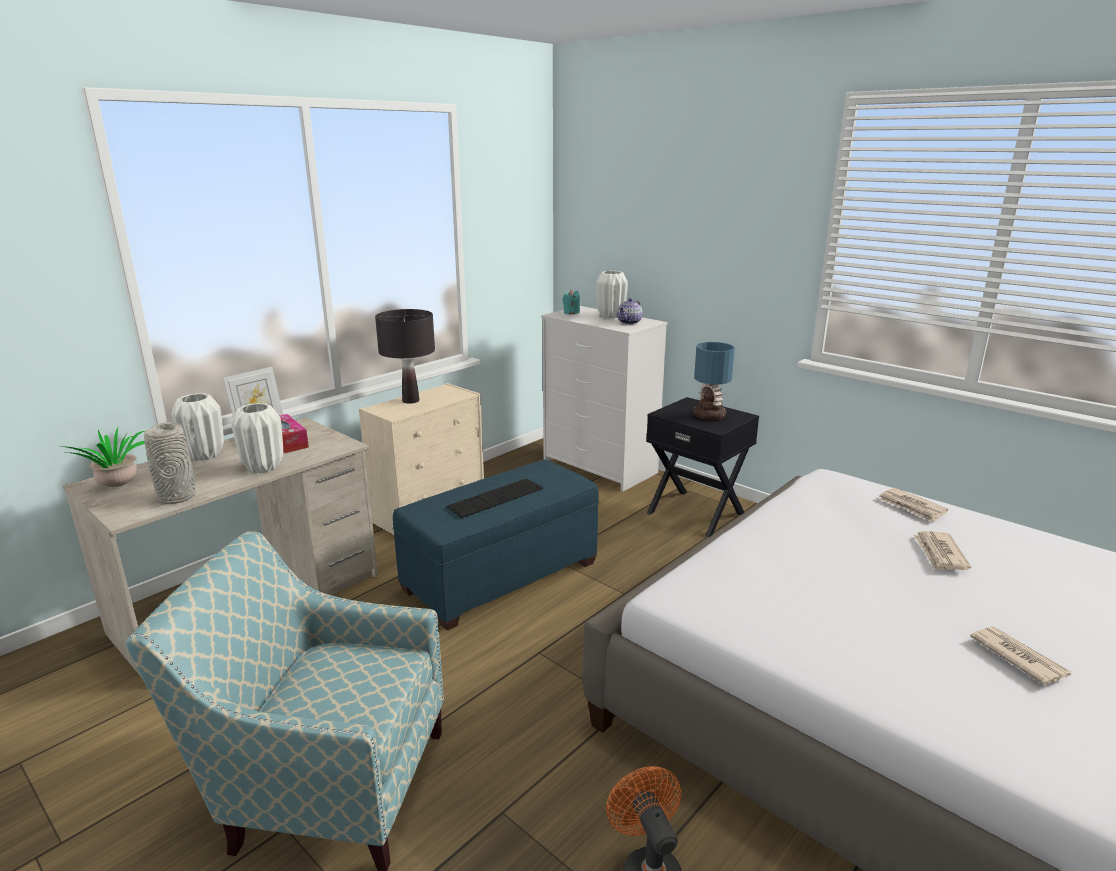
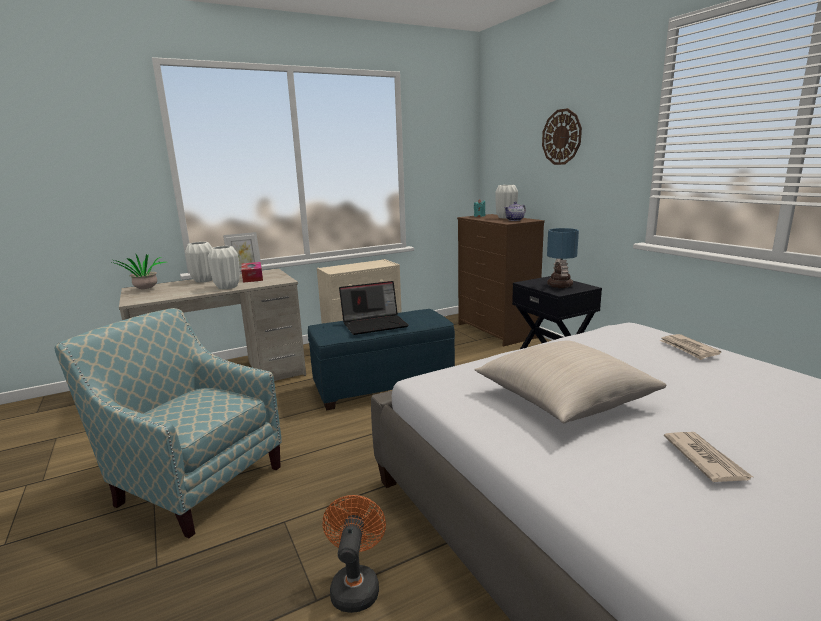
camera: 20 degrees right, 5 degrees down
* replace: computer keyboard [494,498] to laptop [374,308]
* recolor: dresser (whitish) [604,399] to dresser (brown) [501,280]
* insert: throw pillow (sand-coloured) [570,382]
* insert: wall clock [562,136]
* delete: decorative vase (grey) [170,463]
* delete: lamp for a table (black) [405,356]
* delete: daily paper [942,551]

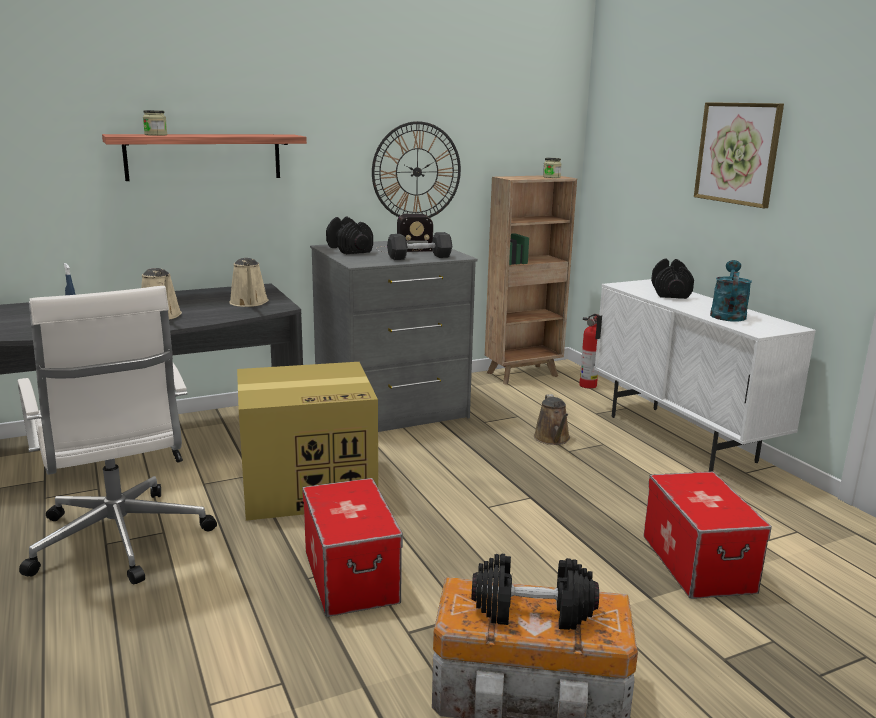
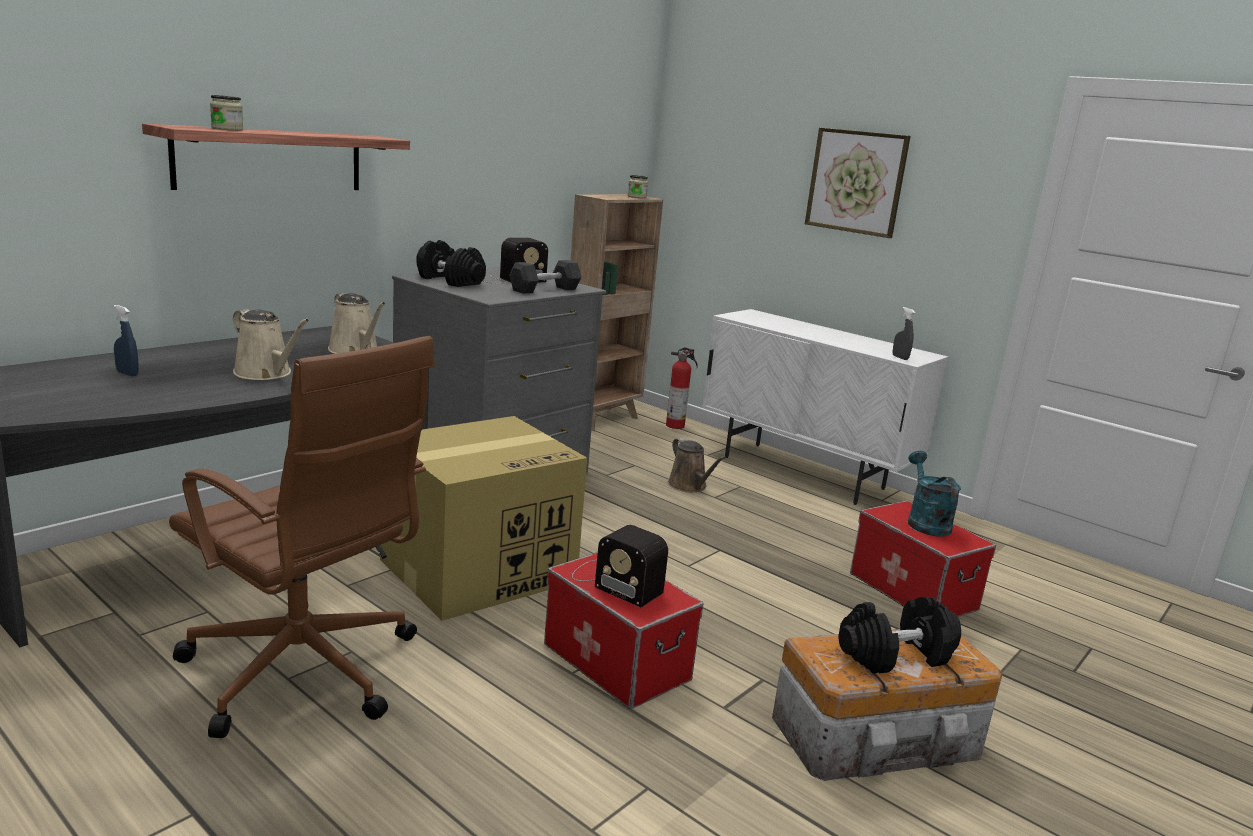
camera: 25 degrees left, 0 degrees up
* recolor: office chair (whitish) [117,435] to office chair (brown) [302,537]
* insert: radio set [620,566]
* insert: sprayer (grey) [903,333]
* move: watering pot (turquoise-coloured) [731,290] to [934,494]
* delete: wall clock [416,169]
* delete: free weight (black) [672,278]

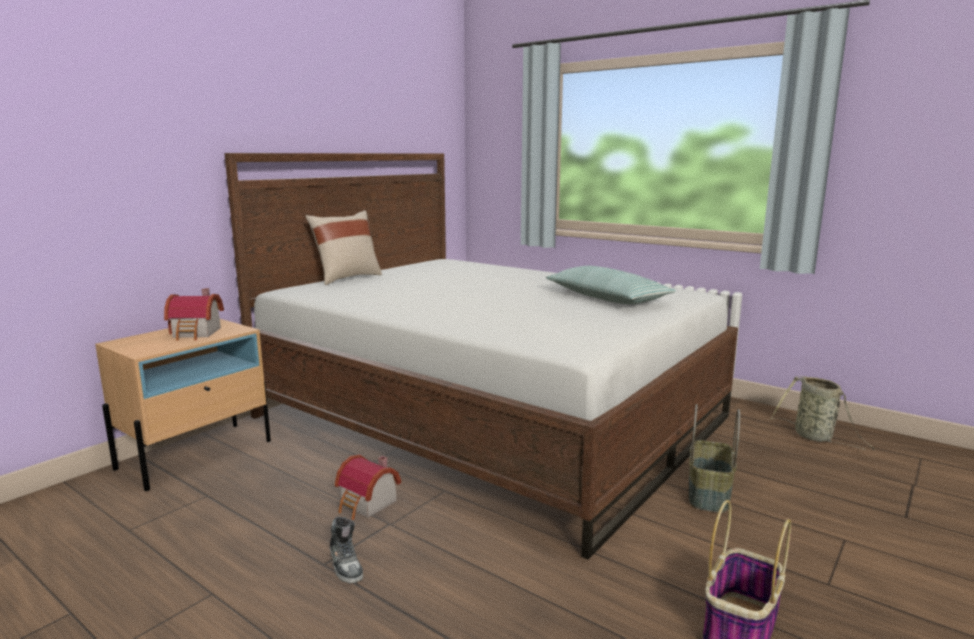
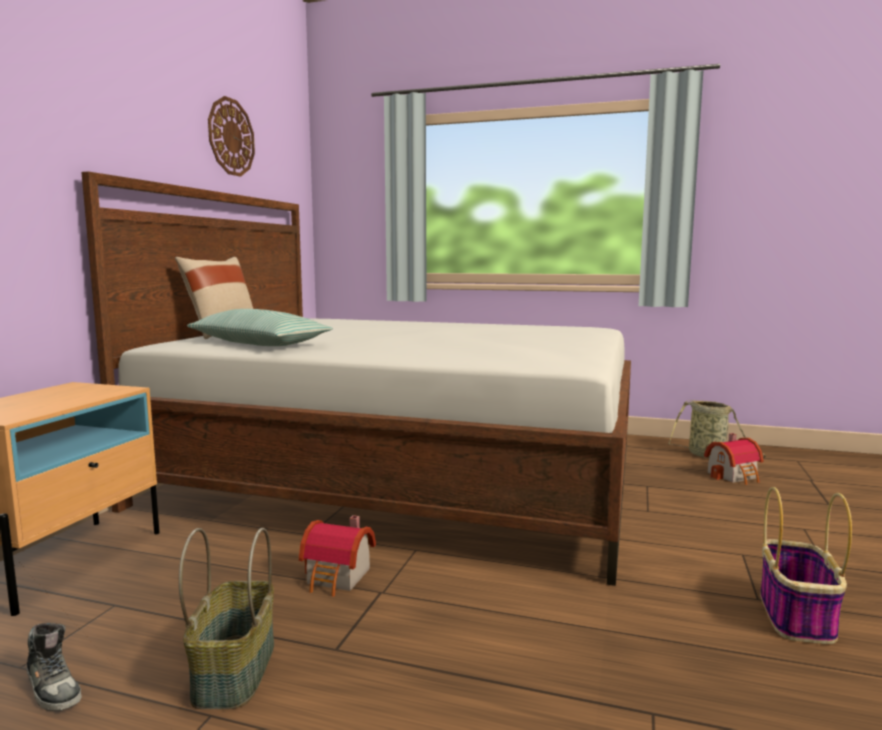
camera: 20 degrees left, 5 degrees down
* move: shoe [346,550] to [54,667]
* move: storage basket [714,458] to [226,618]
* move: throw pillow [611,285] to [260,327]
* insert: wall clock [231,136]
* move: toy house [194,314] to [733,459]

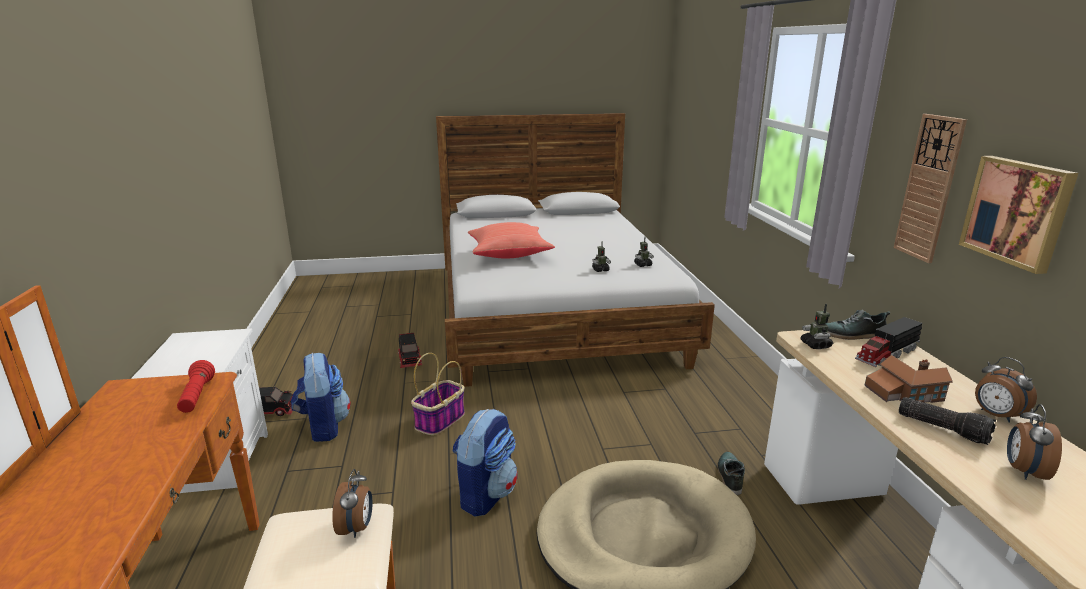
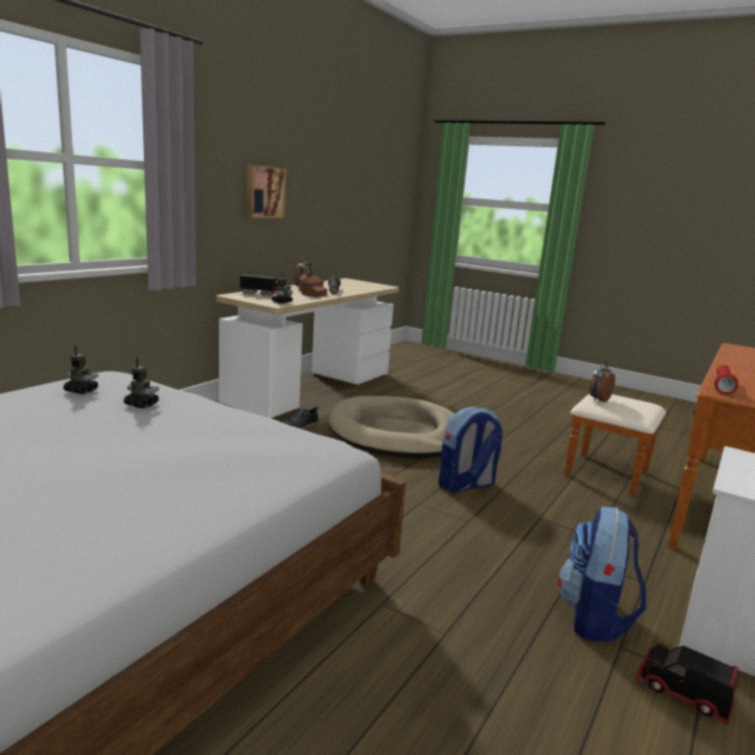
camera: 140 degrees left, 5 degrees down
* delete: toy lorry [410,350]
* delete: storage basket [438,394]
* delete: throw pillow (red-coloured) [511,240]
* delete: shoe [857,325]
* delete: wall clock [930,188]
* delete: alarm clock [1034,442]

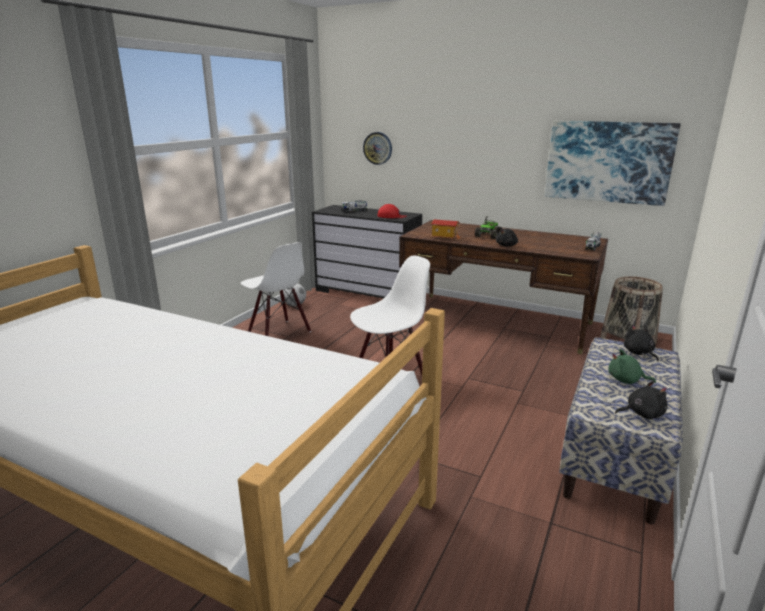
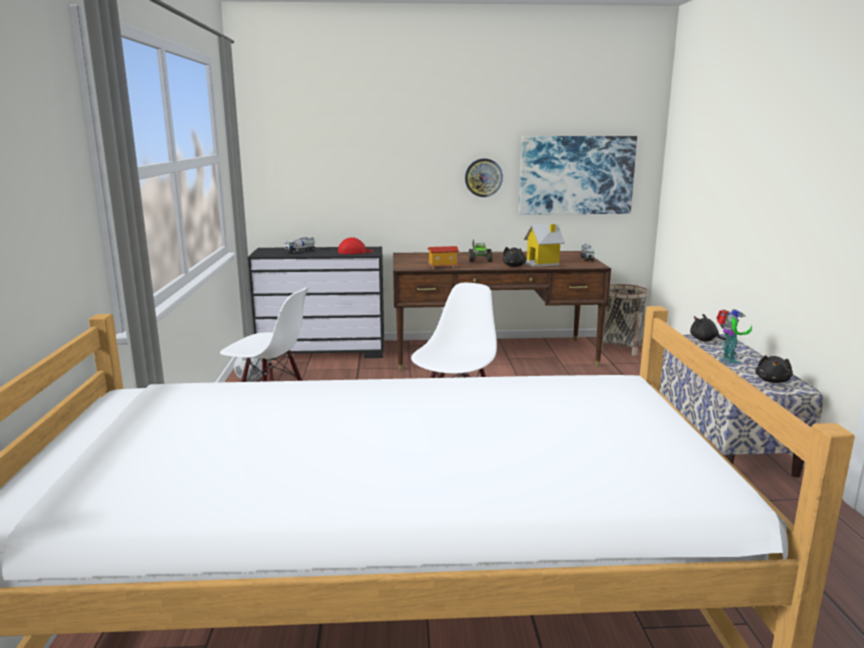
camera: 30 degrees left, 5 degrees down
* move: wall clock [377,148] to [484,178]
* insert: toy house [544,245]
* replace: plush toy (greenish) [632,367] to robot figure [734,337]
* rotate: plush toy (black) [641,400] = [774,369] 150 degrees clockwise

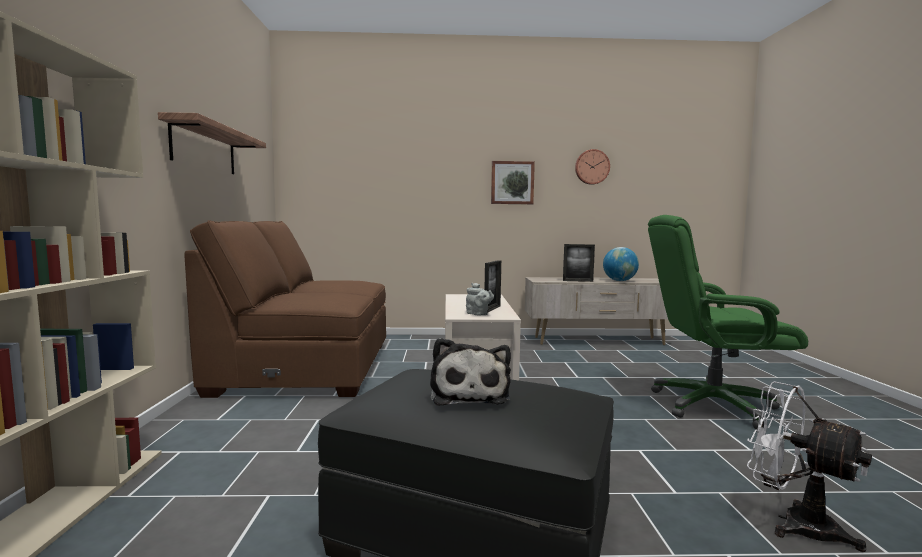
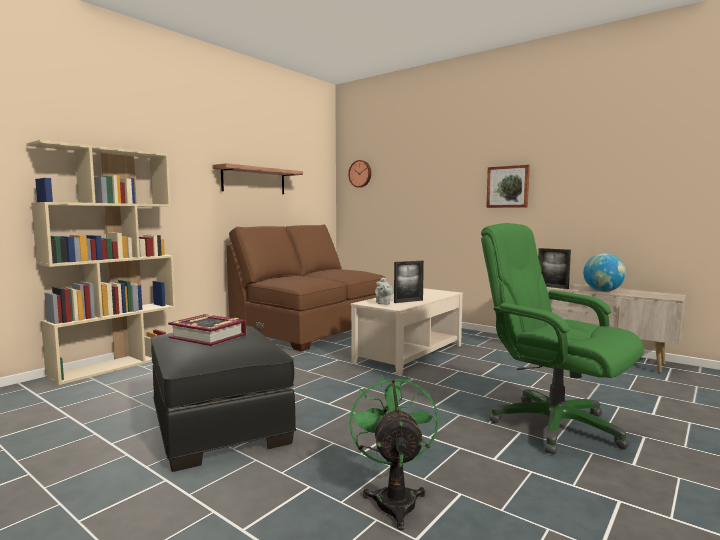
camera: 40 degrees right, 0 degrees up
* replace: plush toy [470,372] to bound book [207,330]
* move: wall clock [592,167] to [359,174]
* recolor: electric fan (whitish) [809,466] to electric fan (greenish) [394,452]

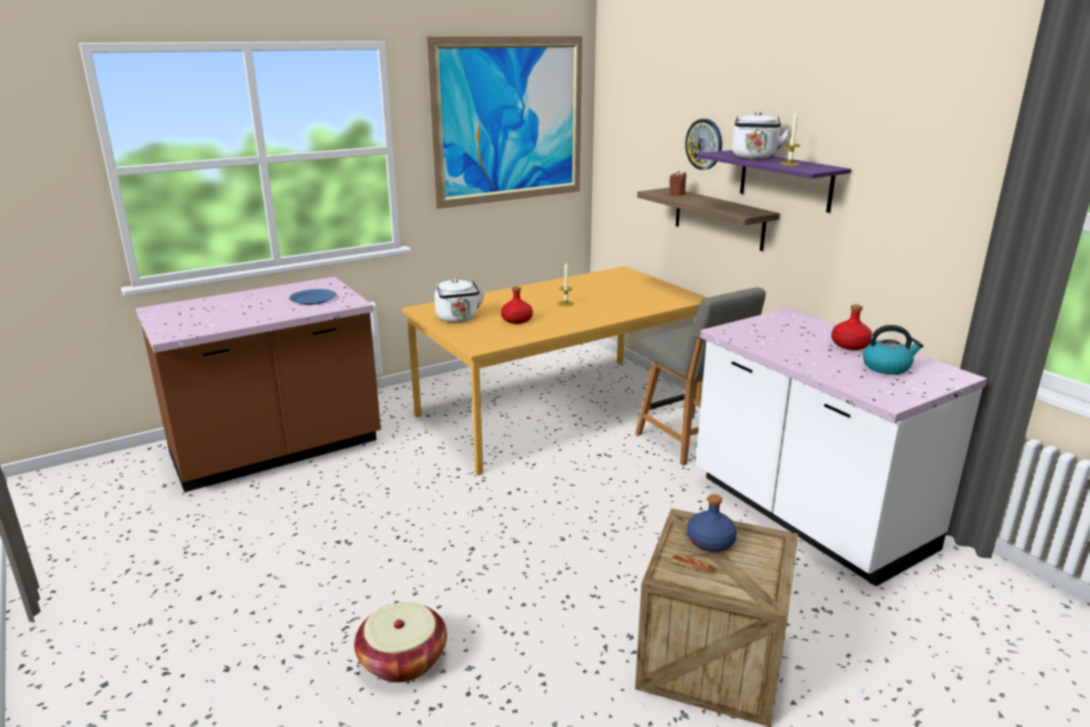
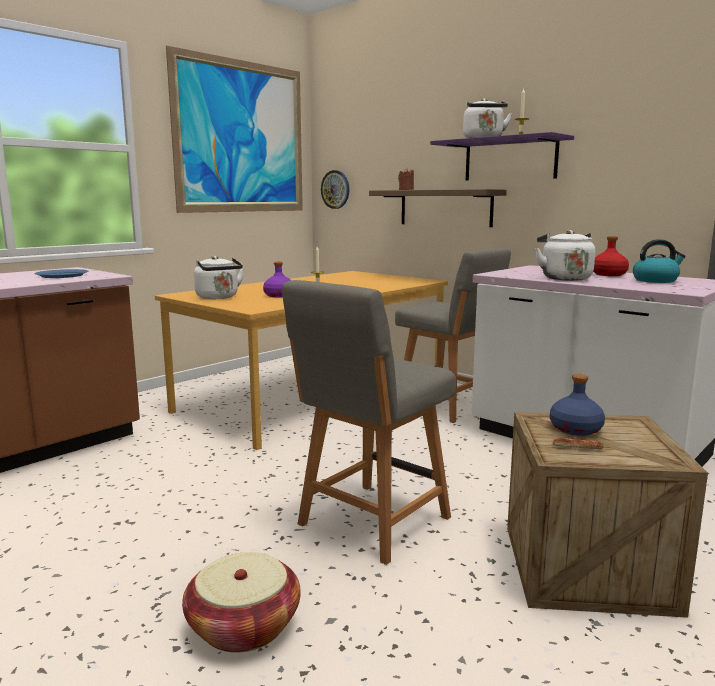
camera: 15 degrees left, 10 degrees down
* recolor: bottle (red-coloured) [517,305] to bottle (purplish) [277,280]
* insert: chair (grey) [369,422]
* move: wall clock [703,144] to [335,189]
* insert: tea kettle (whitish) [565,255]

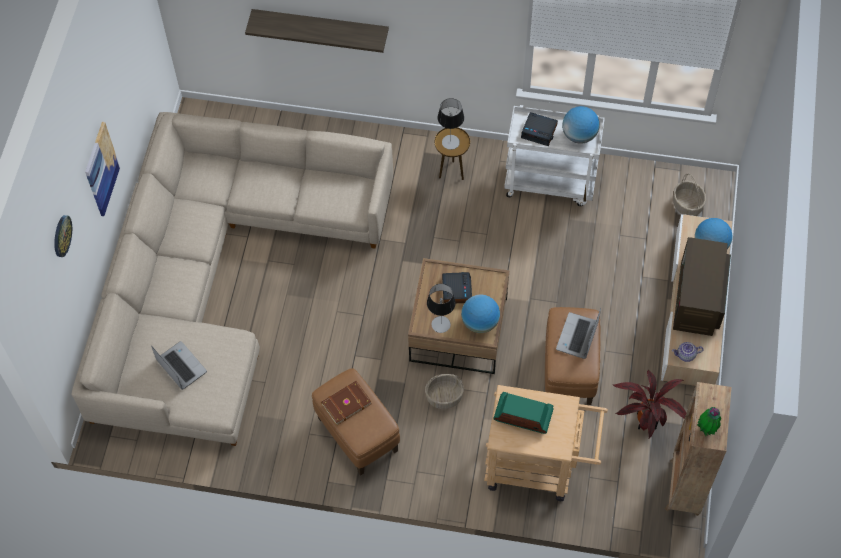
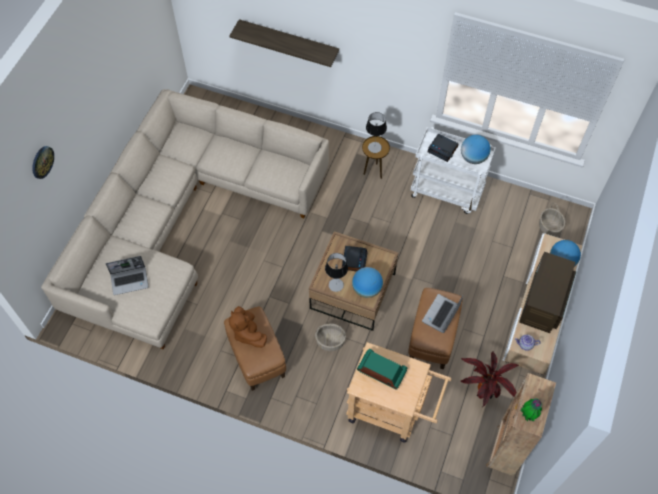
camera: 10 degrees right, 0 degrees up
* rotate: laptop [179,365] = [127,275] 105 degrees clockwise
* replace: bound book (brown) [346,403] to plush toy (brown) [248,327]
* delete: wall art [102,169]

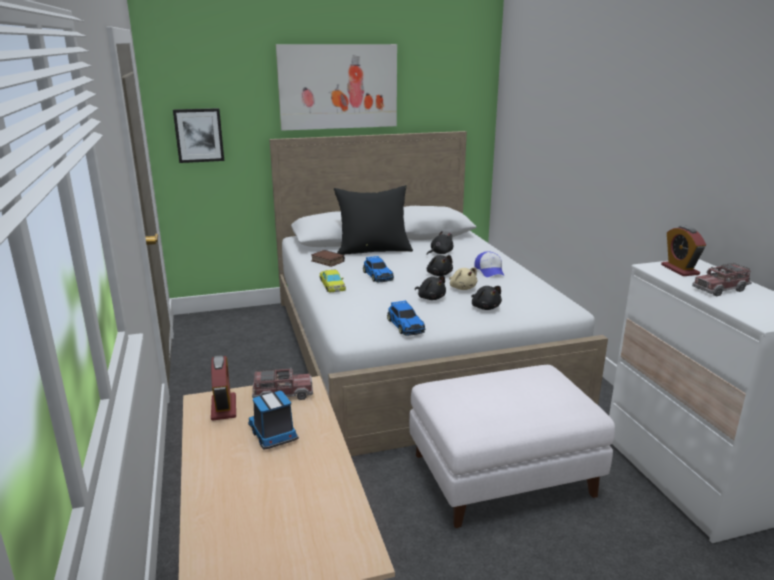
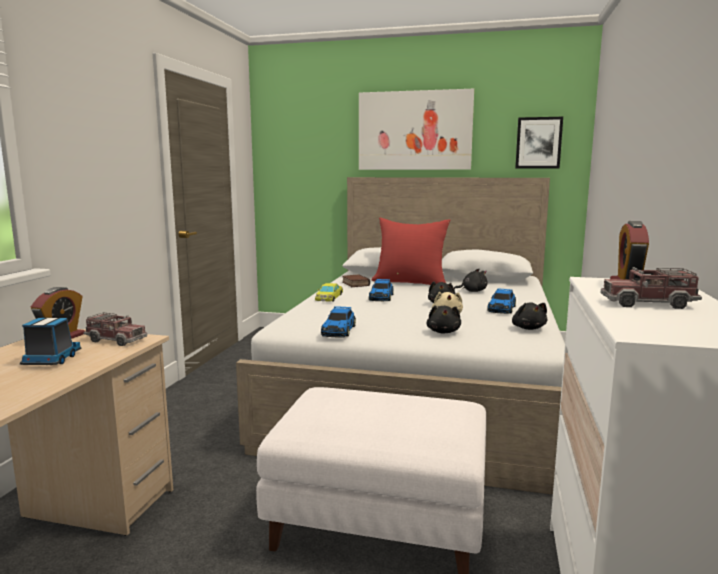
camera: 30 degrees right, 10 degrees down
* recolor: throw pillow (black) [373,220] to throw pillow (red-coloured) [411,251]
* replace: baseball cap [489,264] to model car [502,301]
* move: plush toy (black) [430,288] to [529,316]
* move: wall art [198,135] to [539,142]

